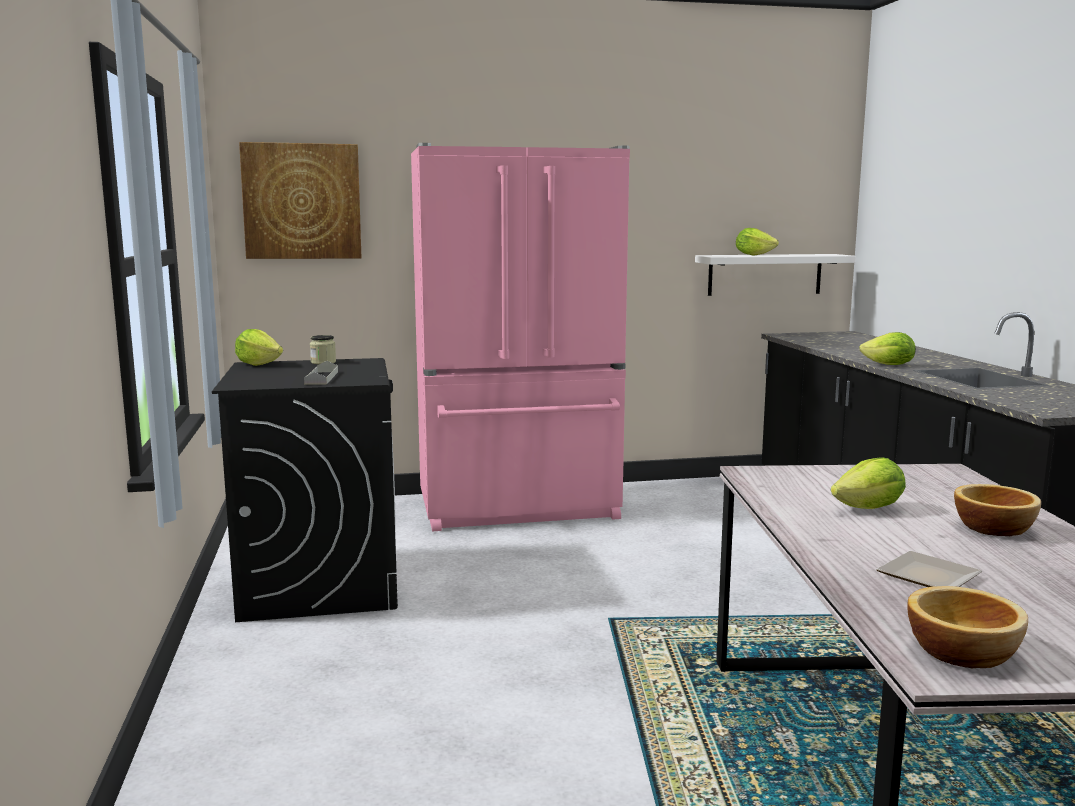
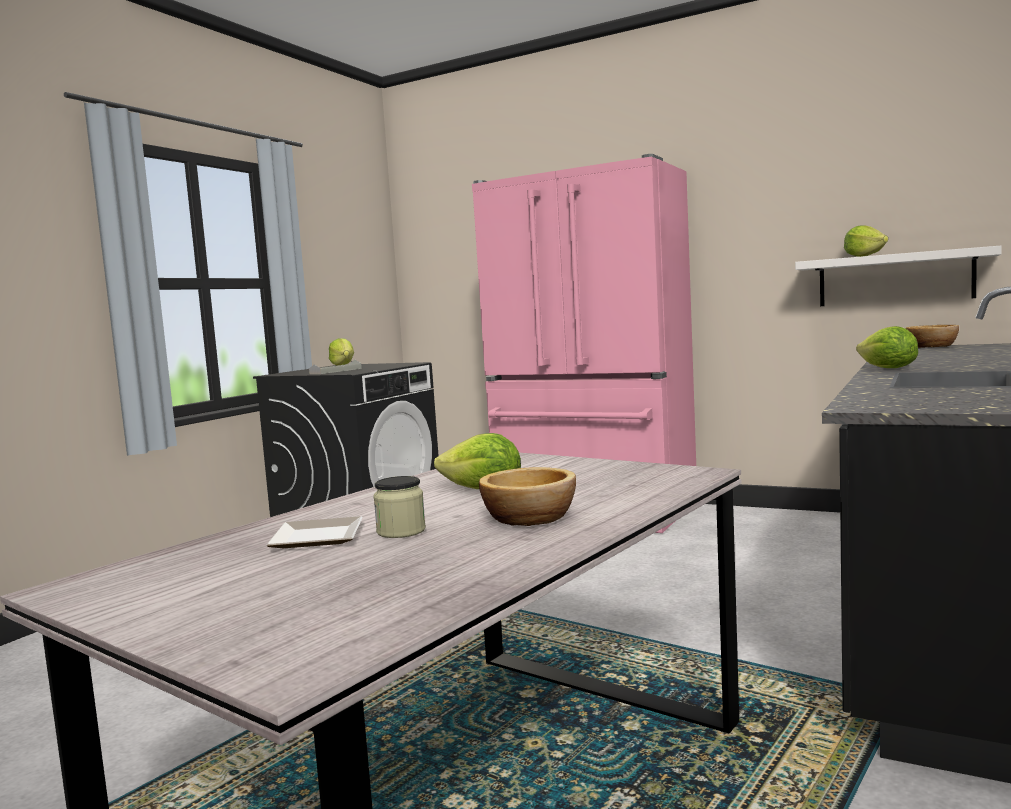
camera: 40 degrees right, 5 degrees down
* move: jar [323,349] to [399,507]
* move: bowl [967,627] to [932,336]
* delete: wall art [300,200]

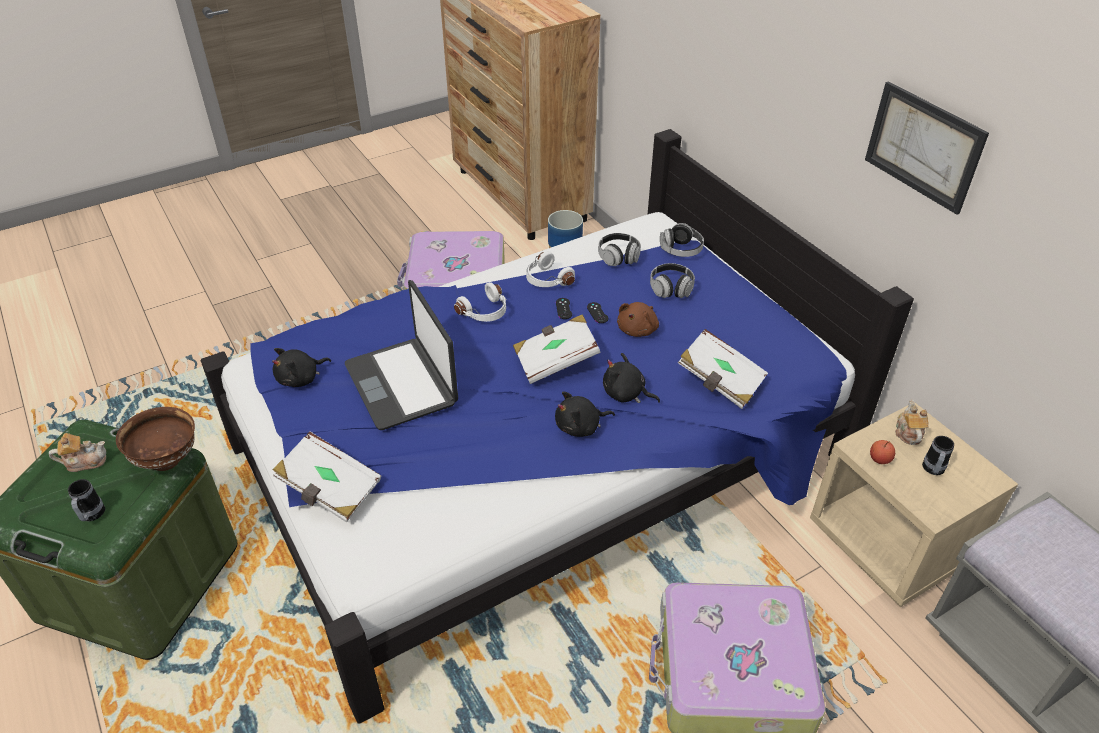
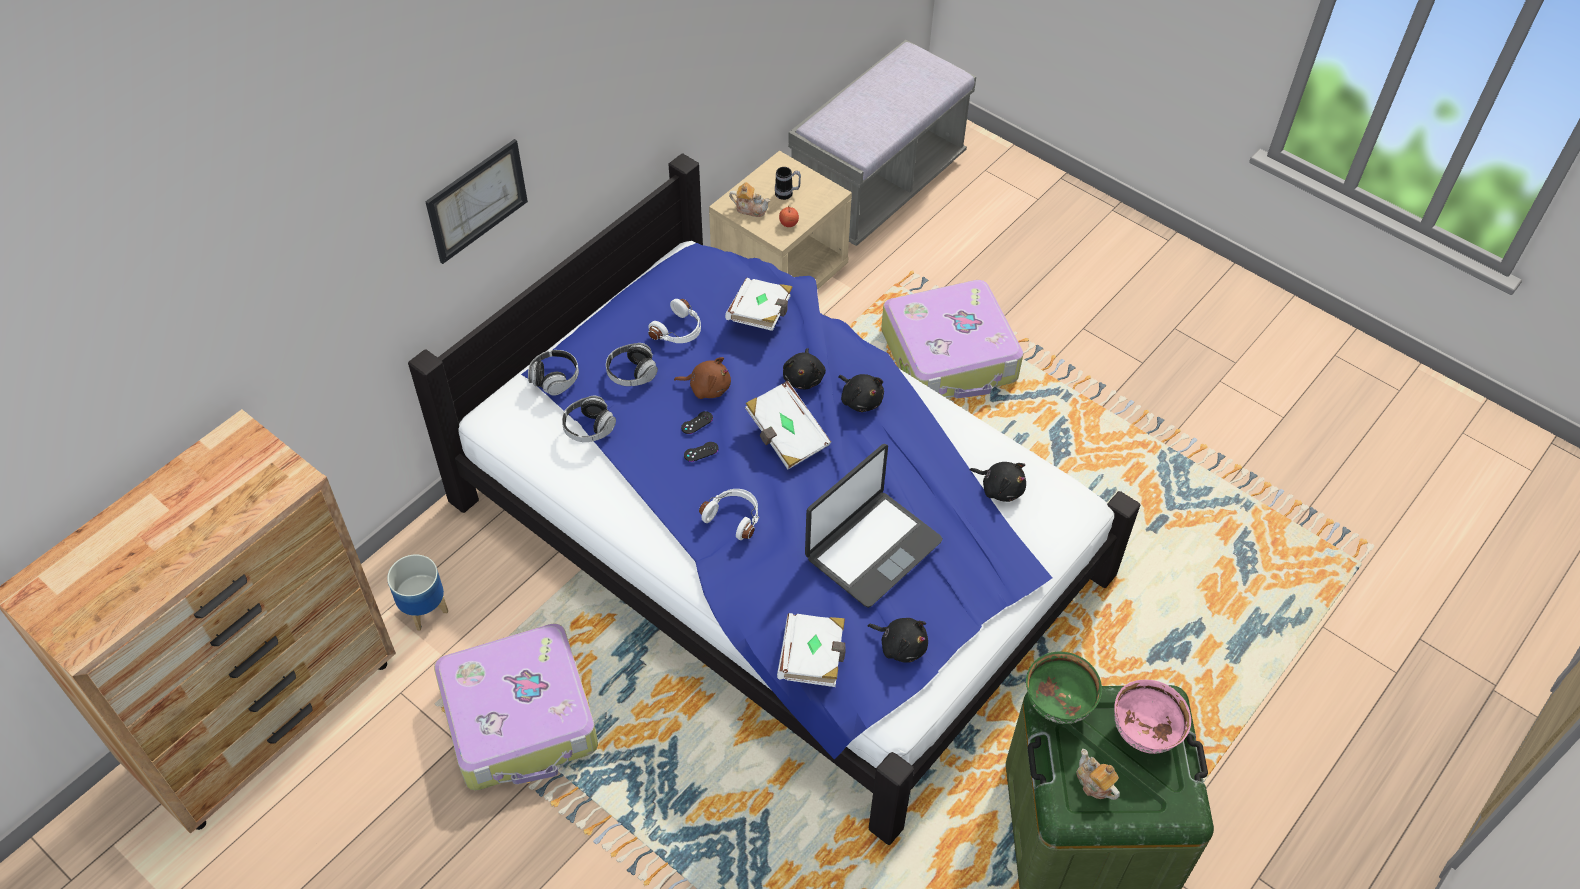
camera: 110 degrees left, 10 degrees up
* move: wall art [927,148] to [476,201]
* move: headset (whitish) [550,269] to [674,321]
* rotate: tea pot [912,422] = [749,199] 150 degrees counterclockwise
* move: bound book (whitish) [327,477] to [811,650]
* insert: plush toy (black) [998,482]
* recolor: bowl (brown) [155,439] to bowl (greenish) [1064,688]
* replace: mug [86,500] to bowl (pink) [1152,716]

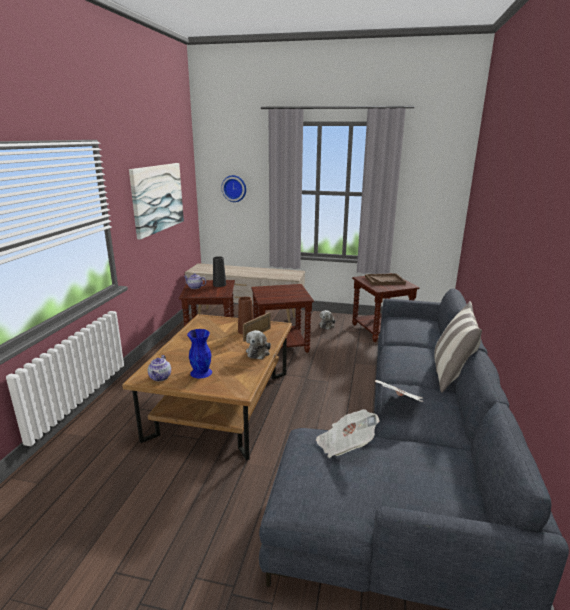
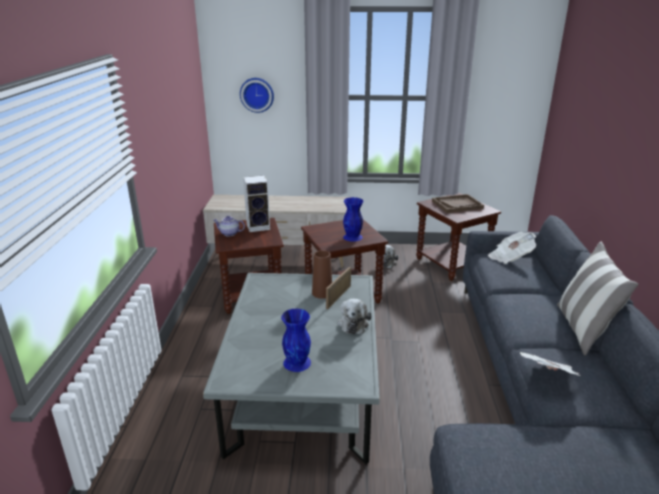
camera: 10 degrees left, 5 degrees up
* recolor: lounge table (brown) [207,387] to lounge table (grey) [291,368]
* replace: decorative vase (black) [219,271] to loudspeaker [256,204]
* insert: decorative vase (blue) [353,219]
* move: daily paper [348,433] to [512,248]
* delete: wall art [156,201]
* delete: tea pot [159,368]

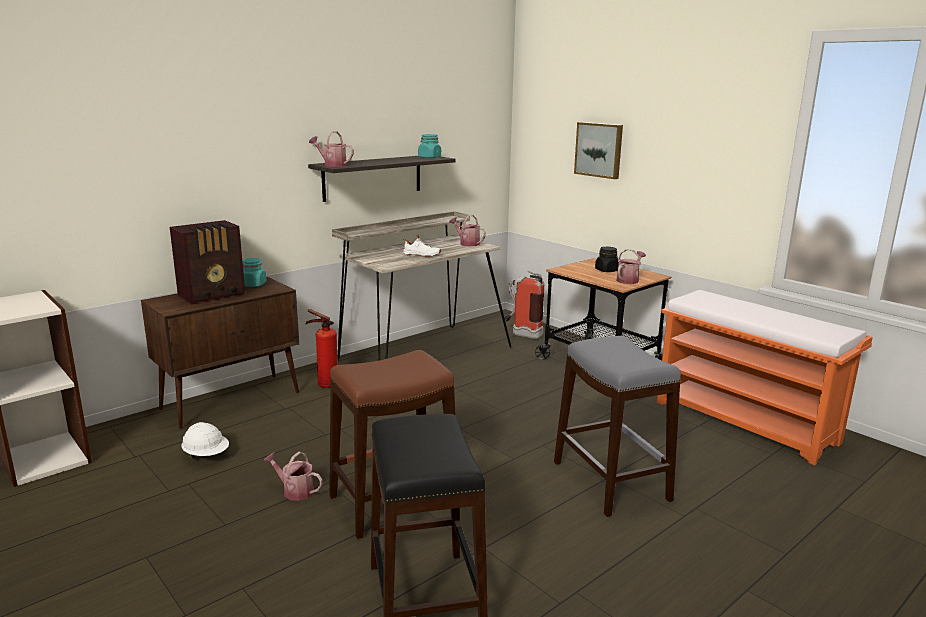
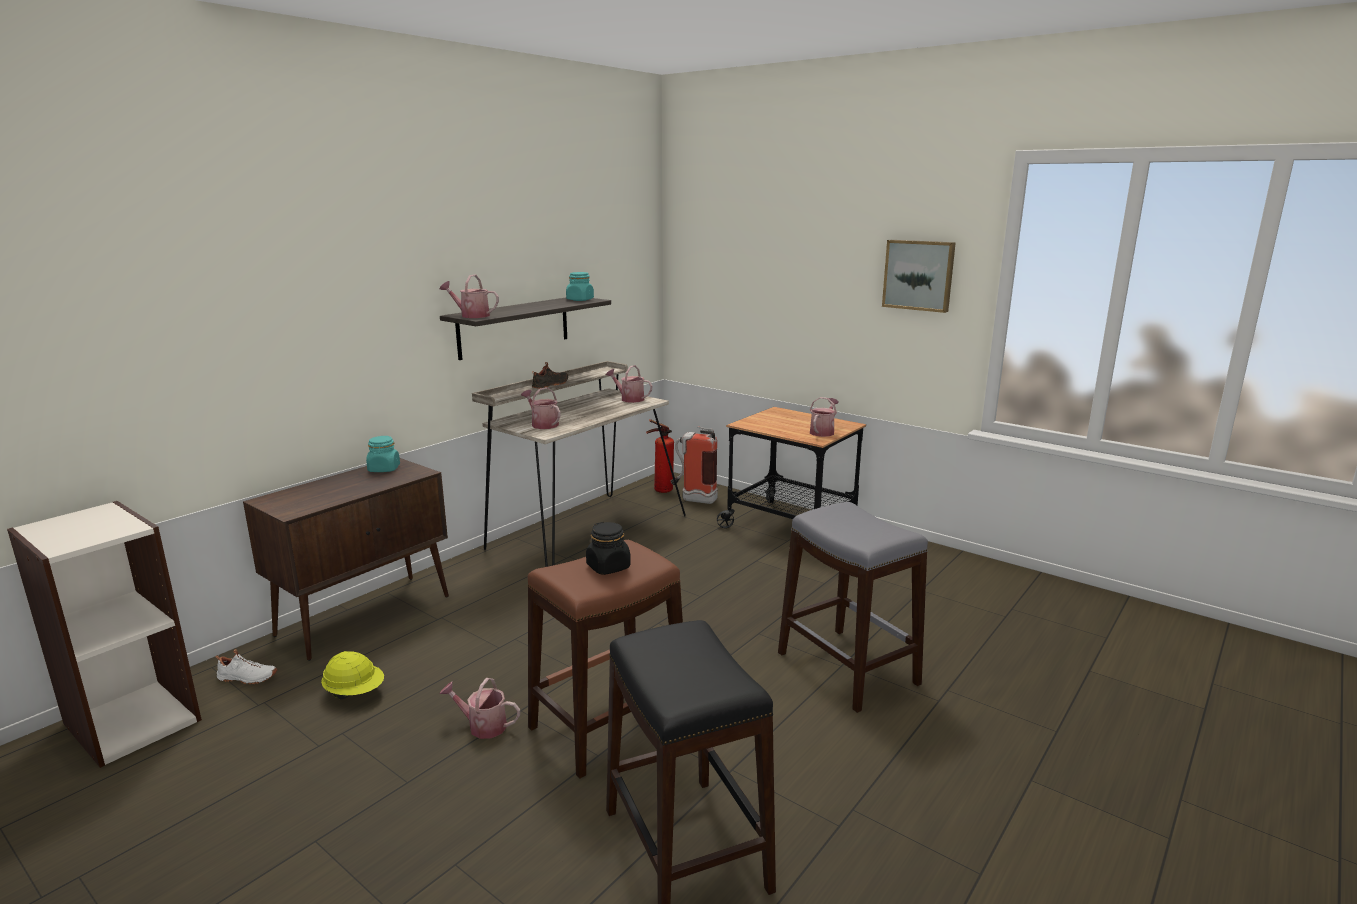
camera: 10 degrees left, 0 degrees up
* move: shoe (whitish) [422,245] to [246,666]
* recolor: safety helmet (whitish) [205,440] to safety helmet (yellow) [352,675]
* insert: watering pot [540,408]
* insert: shoe (black) [550,375]
* move: jar (black) [607,259] to [608,548]
* move: extinguisher [322,348] to [660,456]
* move: wall art [598,150] to [919,276]
* delete: radio set [207,262]
* delete: long seat (orange-coloured) [765,377]

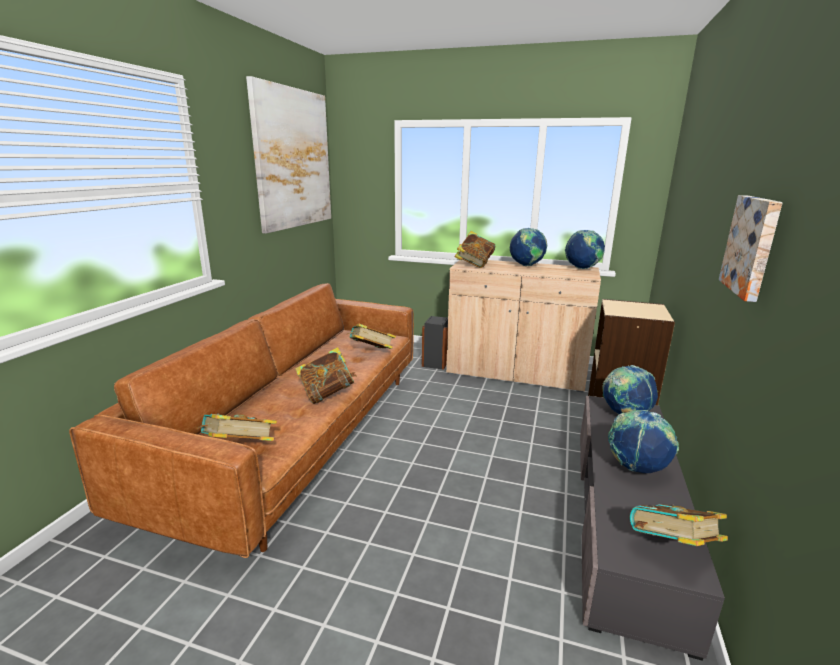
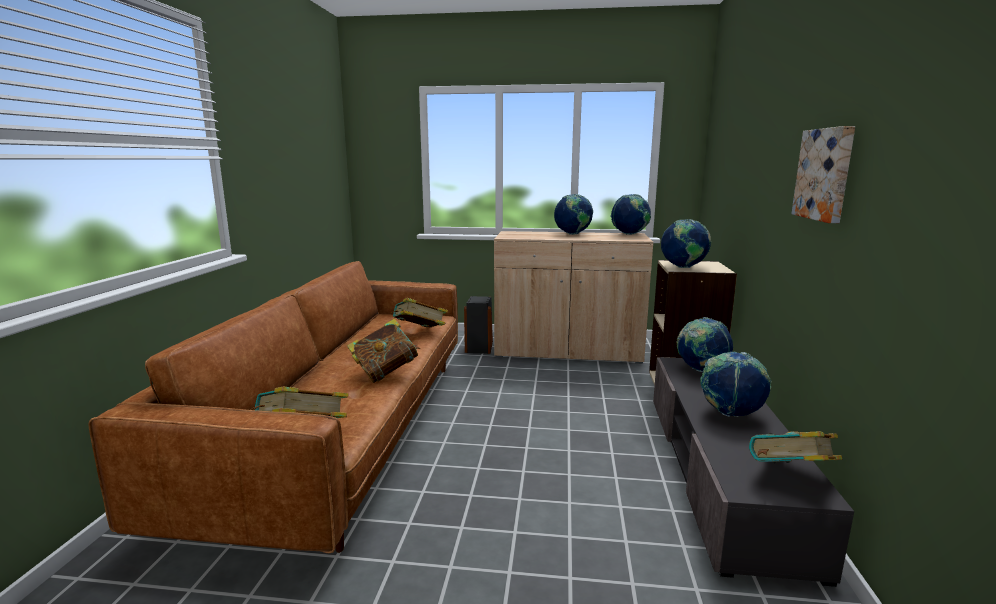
camera: 10 degrees left, 5 degrees down
* insert: world globe [686,243]
* delete: wall art [288,155]
* delete: bound book [474,249]

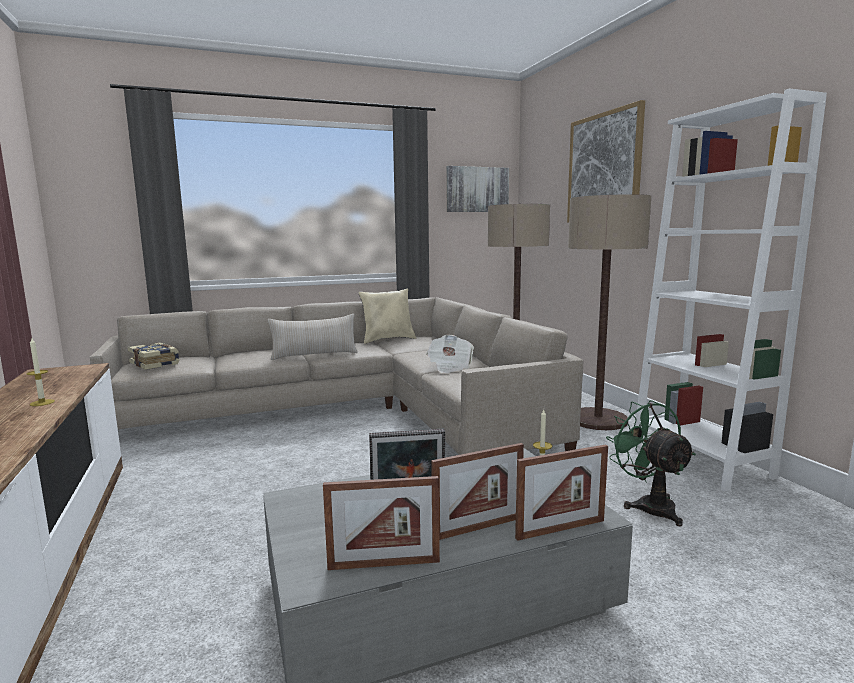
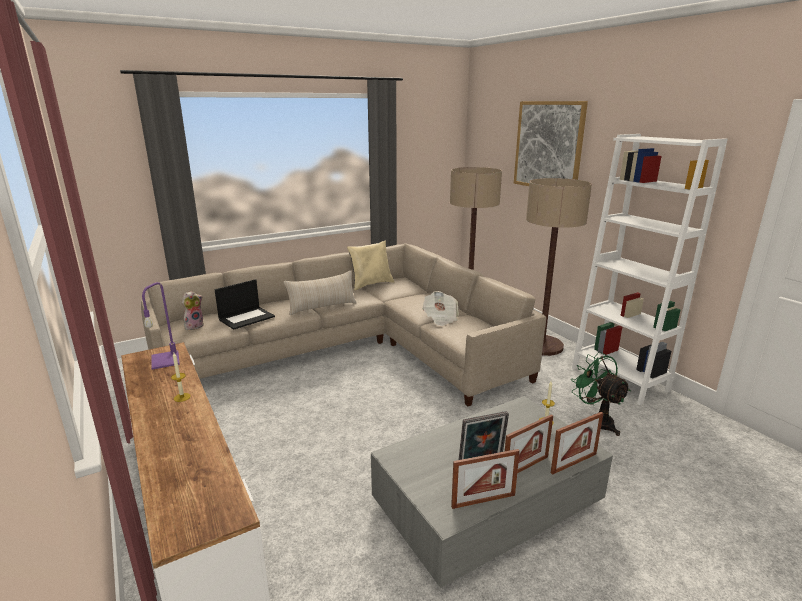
camera: 10 degrees left, 10 degrees up
* insert: lamp for a table (purplish) [161,326]
* replace: bound book [154,356] to plush toy [193,311]
* insert: laptop [245,304]
* delete: wall art [477,189]

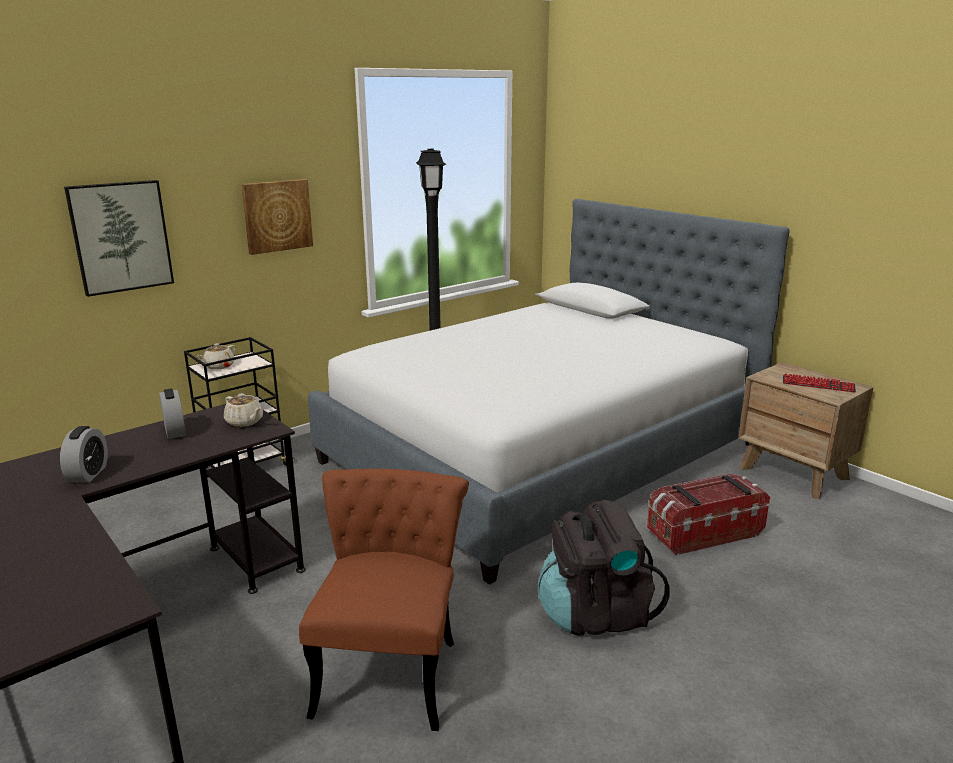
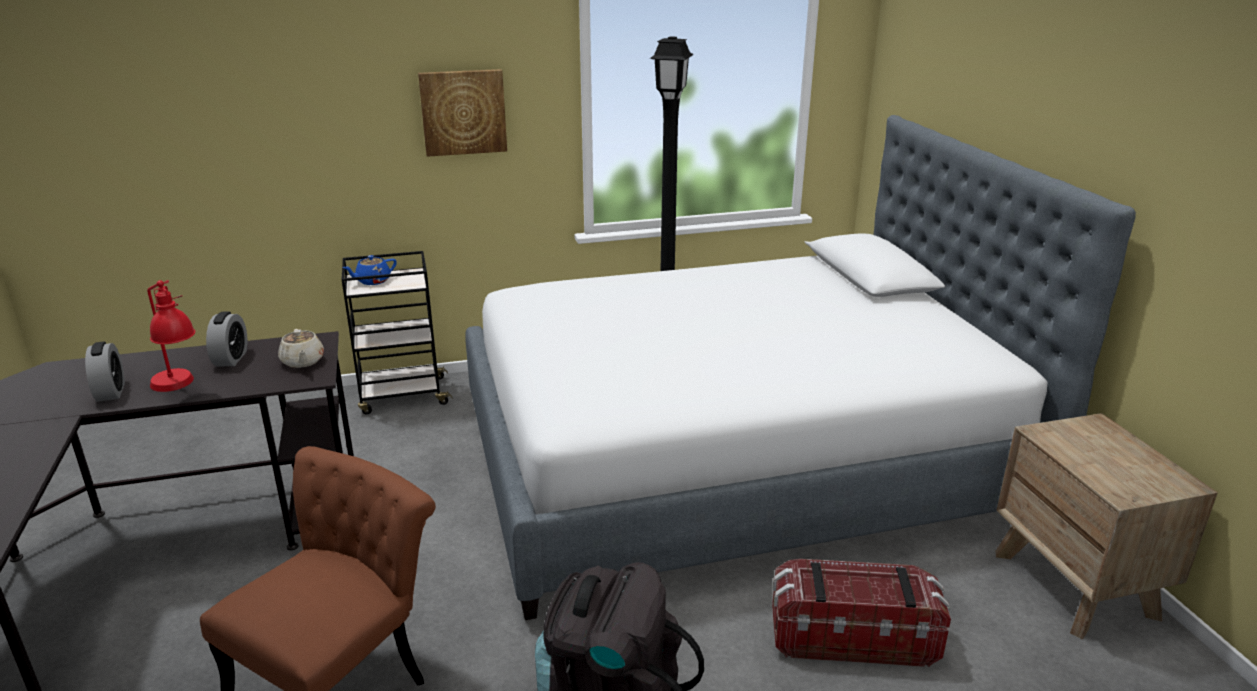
camera: 25 degrees right, 5 degrees up
* rotate: alarm clock [84,454] = [105,371] 45 degrees counterclockwise
* insert: lamp for a table (red-coloured) [171,336]
* recolor: tea pot (sand-coloured) [216,356] to tea pot (blue) [370,270]
* delete: wall art [119,238]
* delete: computer keyboard [819,382]

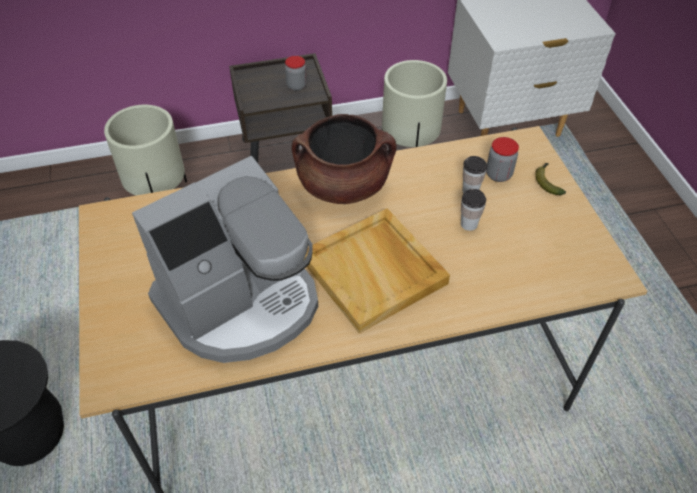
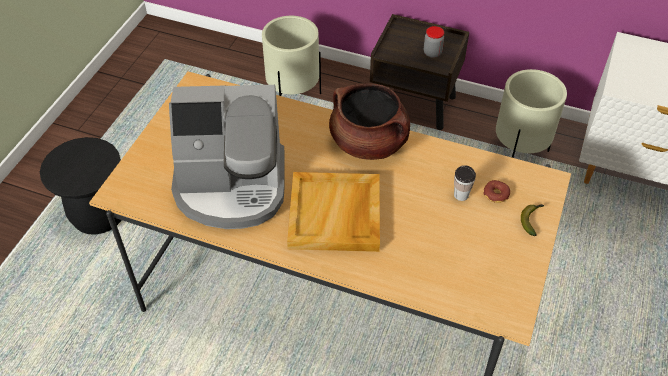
camera: 35 degrees right, 0 degrees up
* replace: jar [502,159] to donut [496,191]
* delete: small cup [473,210]

